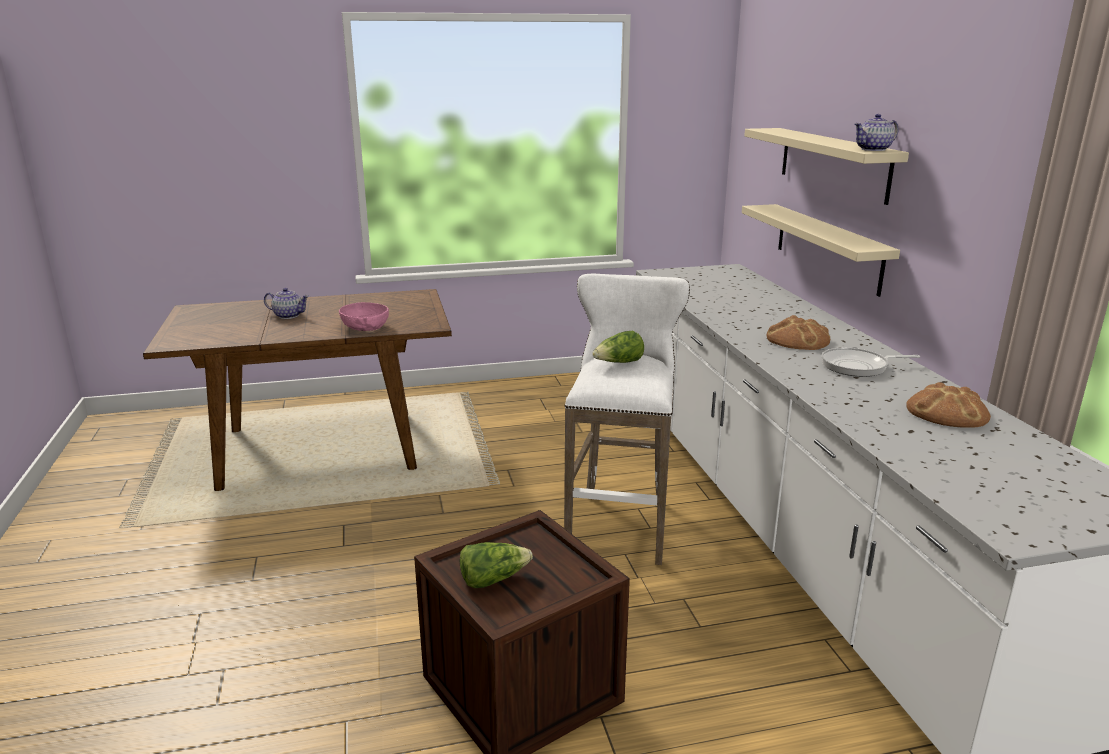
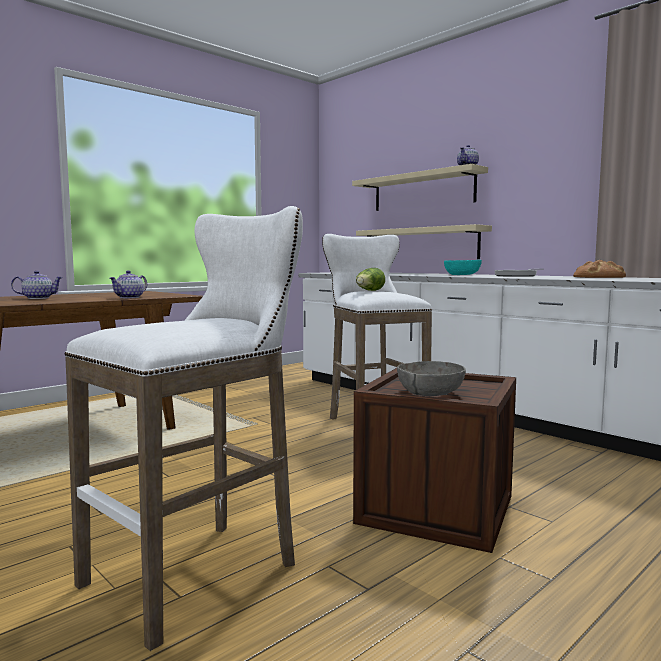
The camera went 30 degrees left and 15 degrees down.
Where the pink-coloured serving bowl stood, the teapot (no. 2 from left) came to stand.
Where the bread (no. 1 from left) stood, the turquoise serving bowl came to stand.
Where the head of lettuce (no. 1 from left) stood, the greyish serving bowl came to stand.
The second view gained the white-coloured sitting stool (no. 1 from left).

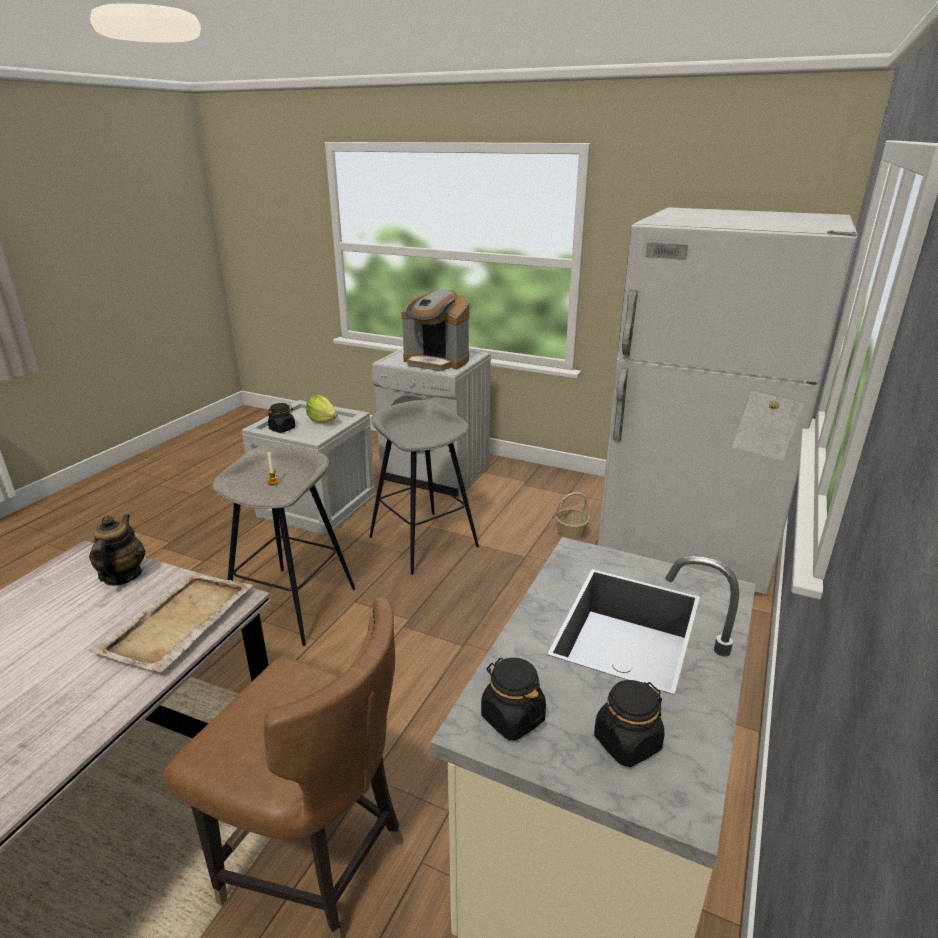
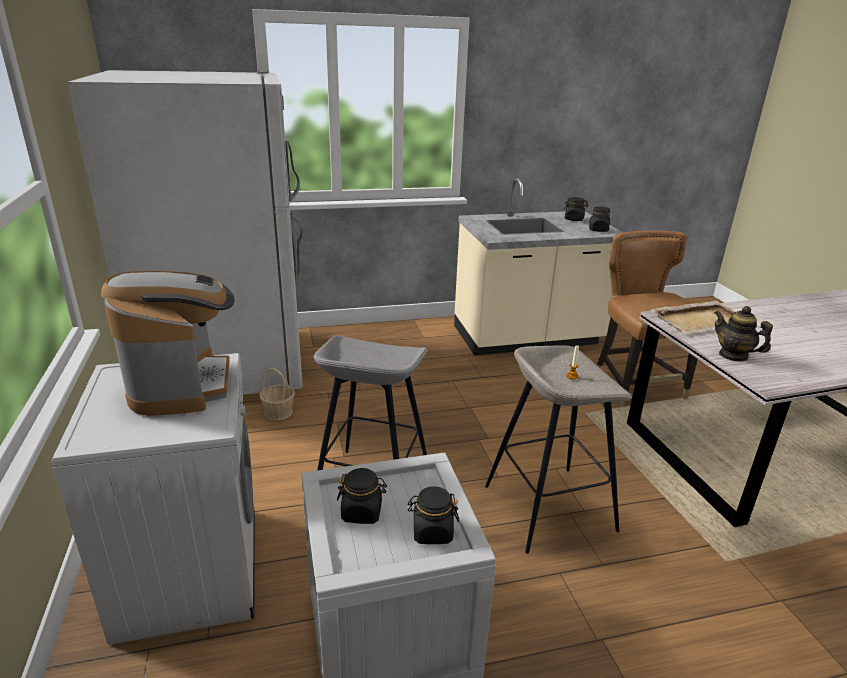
The camera went 130 degrees left and 0 degrees up.
Where the head of lettuce stood, the black-coloured preserve jar (no. 1 from left) came to stand.
The teapot ended up facing another way, 90 degrees clockwise from before.

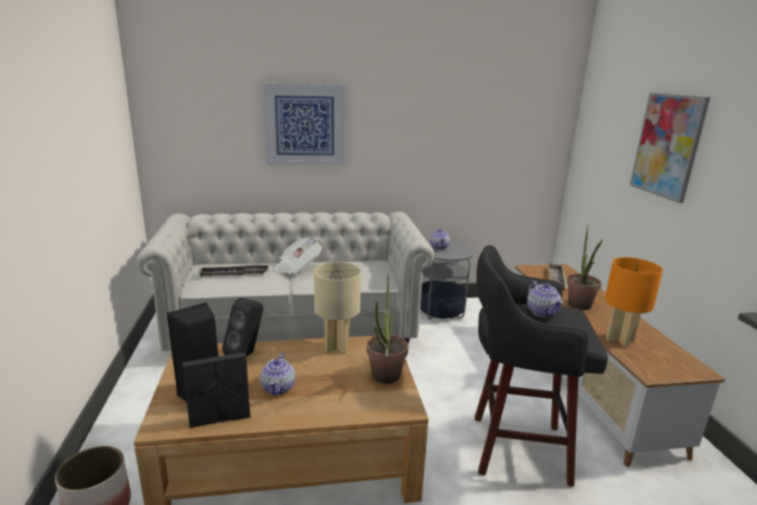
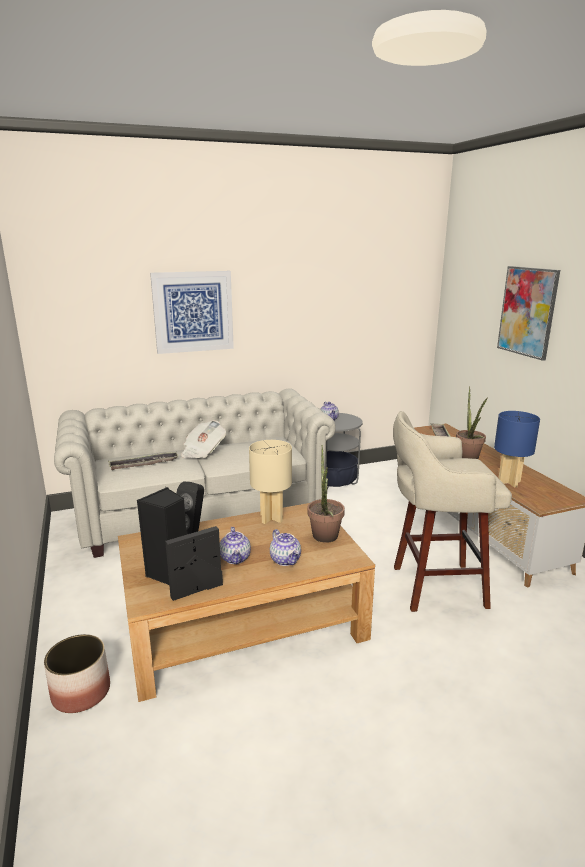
The camera went 10 degrees left and 0 degrees up.
What was the black-coloured sitting stool turned into the sand-coloured sitting stool.
What was the orange tabletop lamp turned into the blue-coloured tabletop lamp.
The teapot (no. 3 from left in the first image) ended up elsewhere.

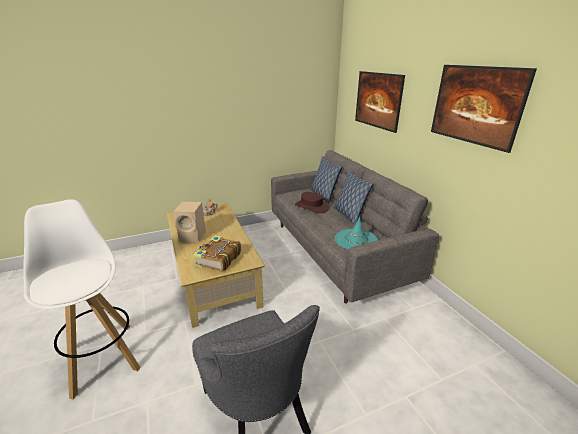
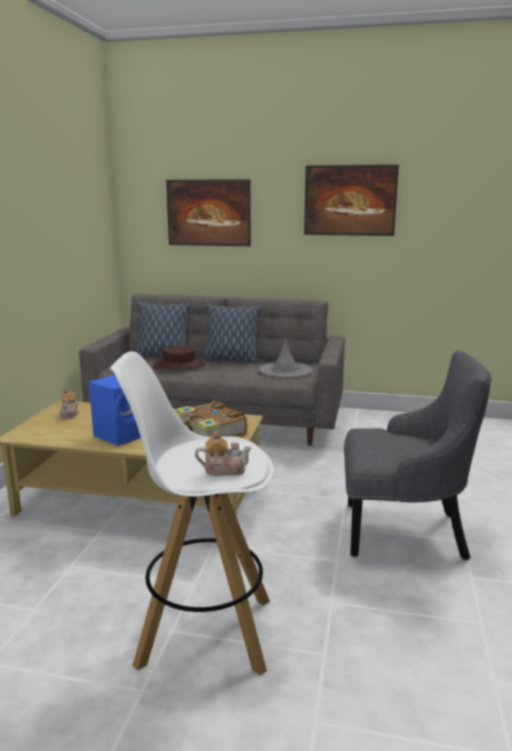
The camera went 55 degrees left and 10 degrees down.
What was the sand-coloured speaker turned into the blue-coloured speaker.
What was the turquoise clothing hat turned into the greyish clothing hat.
The second view gained the teapot (no. 2 from left).

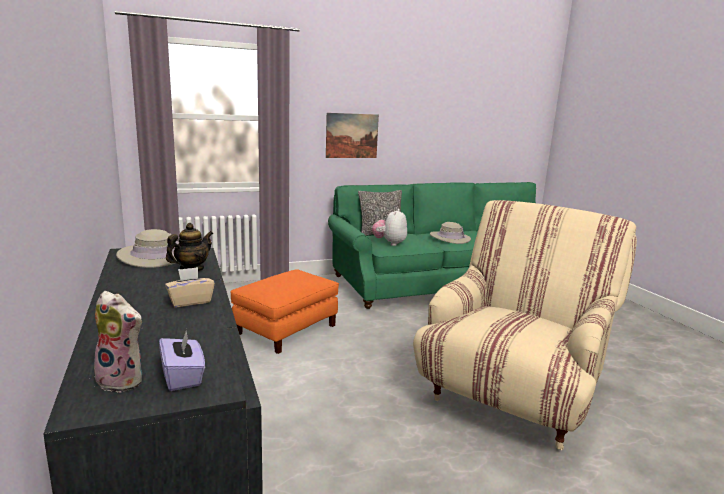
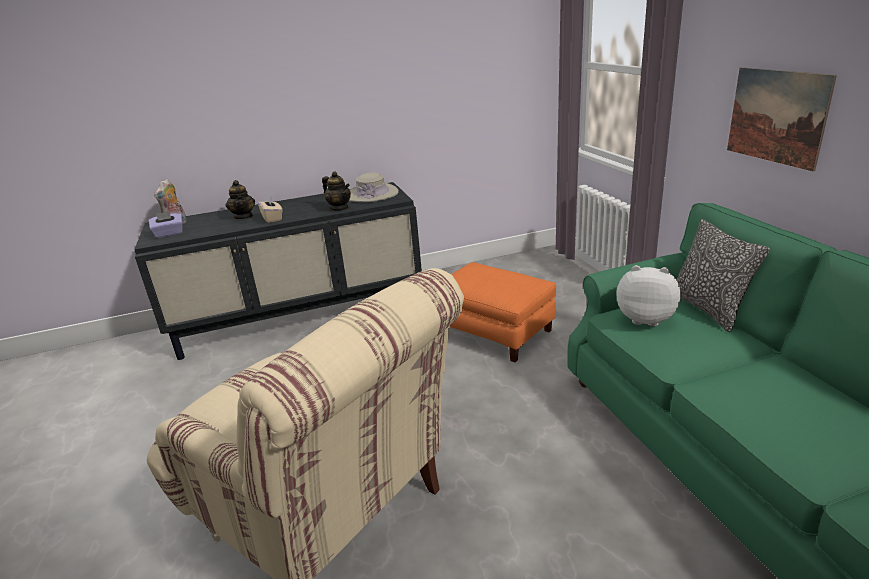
The camera went 95 degrees right and 10 degrees up.
The second view lost the sand-coloured clothing hat (no. 2 from left).
The second view gained the teapot (no. 1 from left).

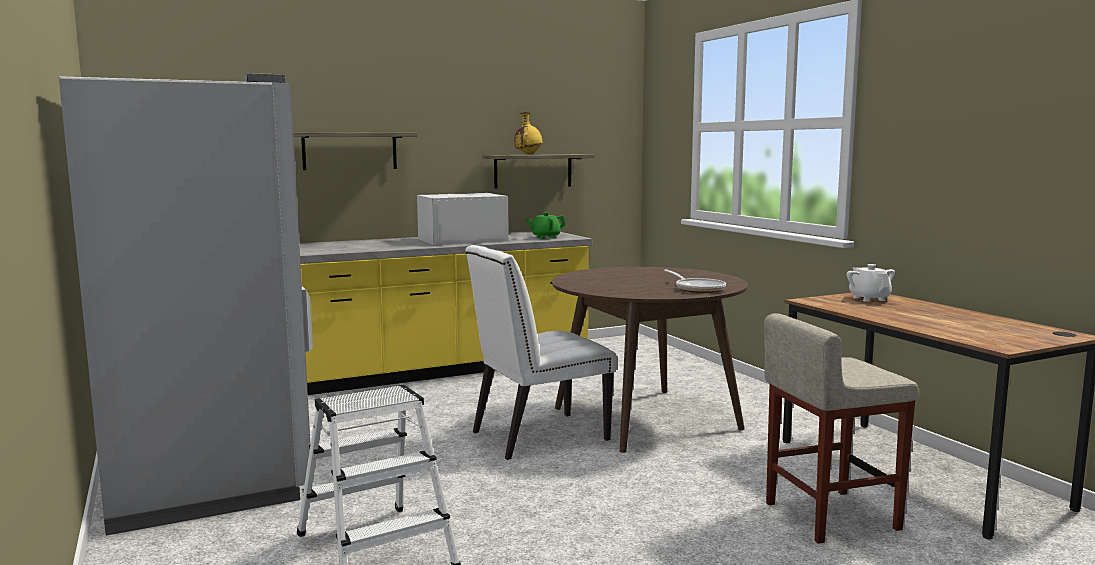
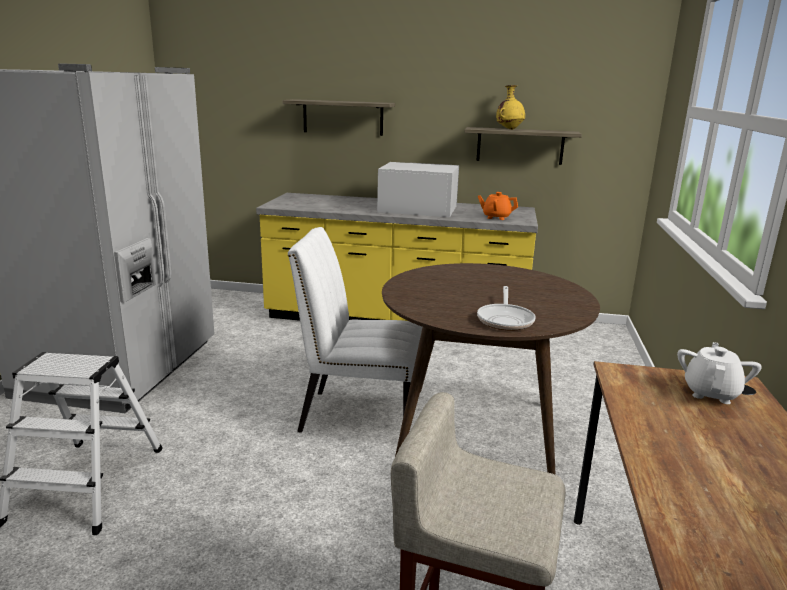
The camera went 35 degrees right and 10 degrees up.
What was the green teapot turned into the orange teapot.

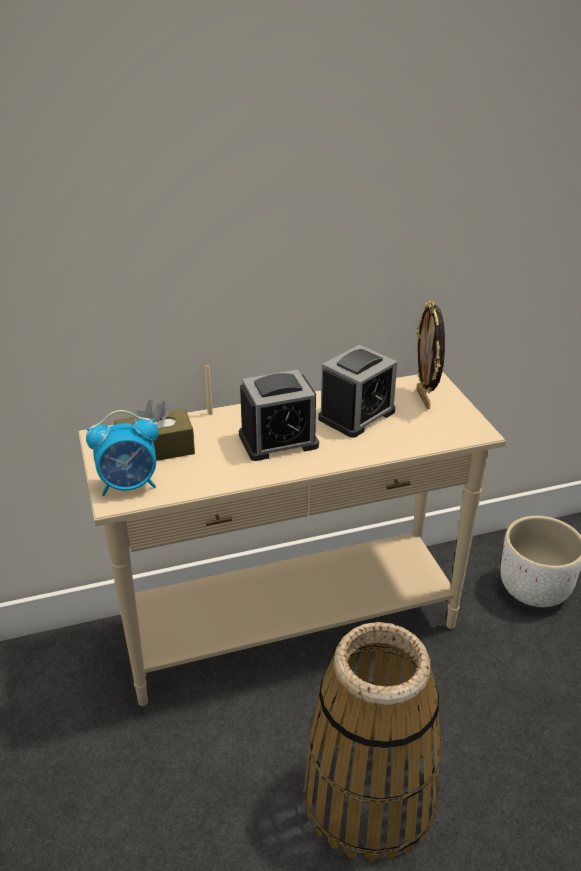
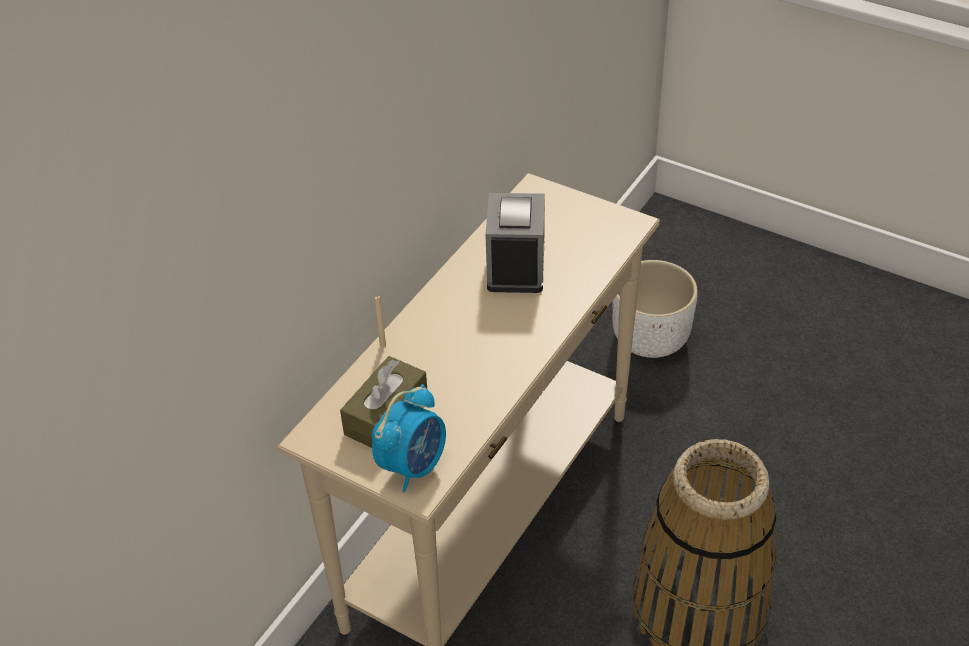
The camera went 40 degrees left and 10 degrees up.
The second view lost the photo frame.
The second view lost the table clock (no. 2 from left).

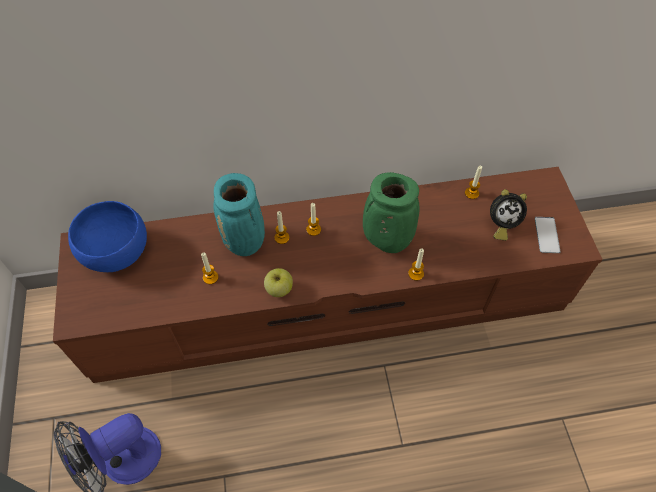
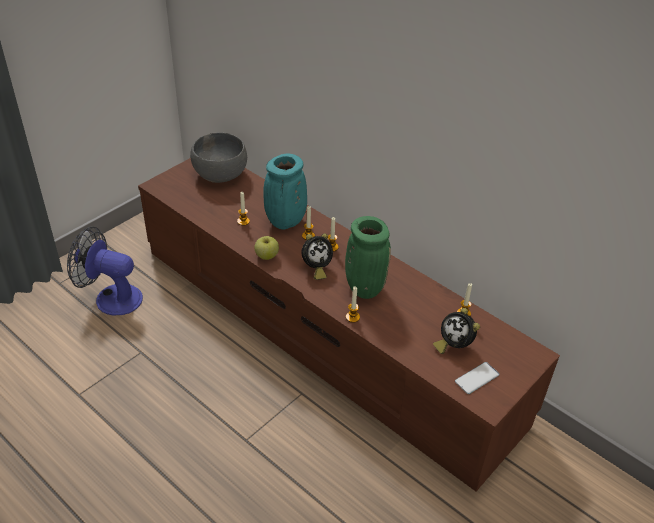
The camera went 50 degrees right and 15 degrees down.
What was the blue-coloured serving bowl turned into the greyish serving bowl.
The second view gained the table clock (no. 1 from left).

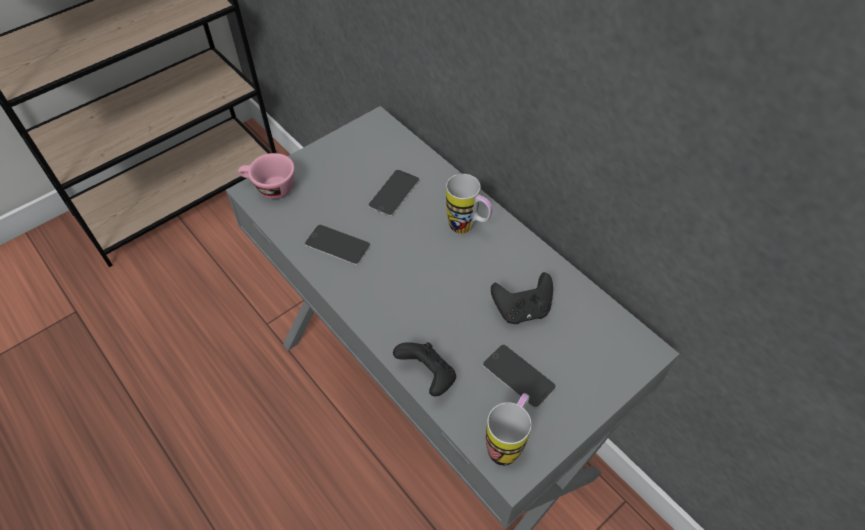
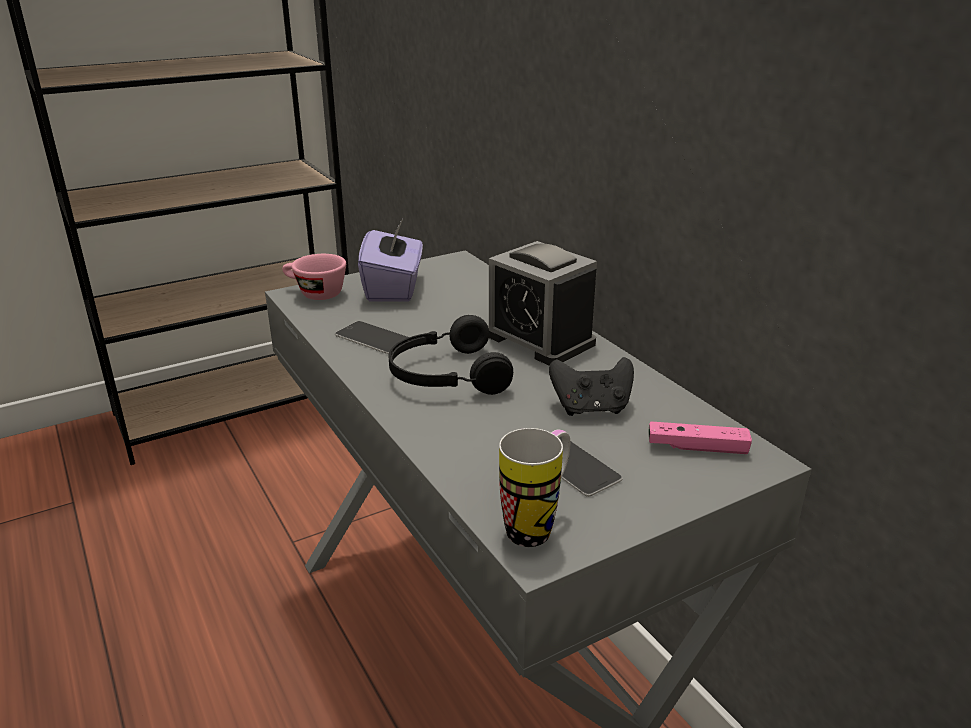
The camera went 10 degrees right and 25 degrees down.
The second view lost the handset (no. 2 from left).
Where the coffee mug (no. 1 from left) stood, the table clock came to stand.
The second view lost the black-coloured joypad (no. 1 from left).
The second view gained the purplish tissue holder.
The second view gained the black-coloured headphones.
The second view gained the pink-coloured joypad.

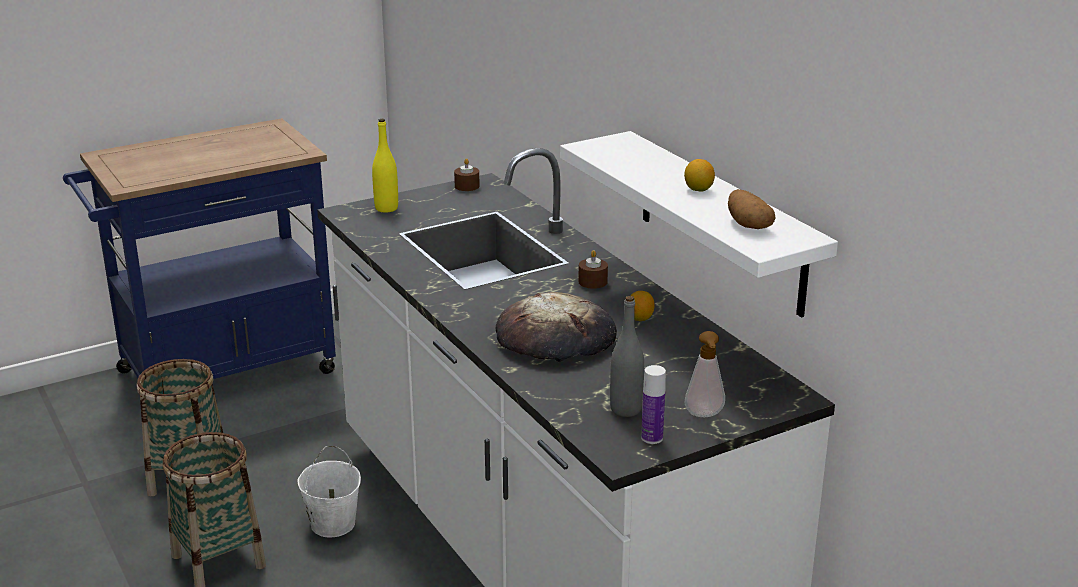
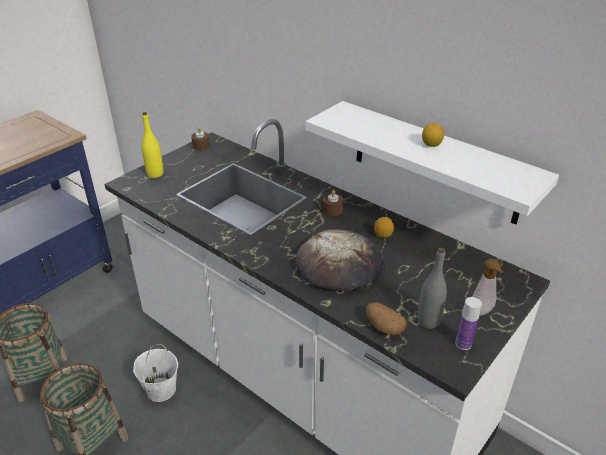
The camera went 20 degrees left and 10 degrees up.
The spud ended up elsewhere.

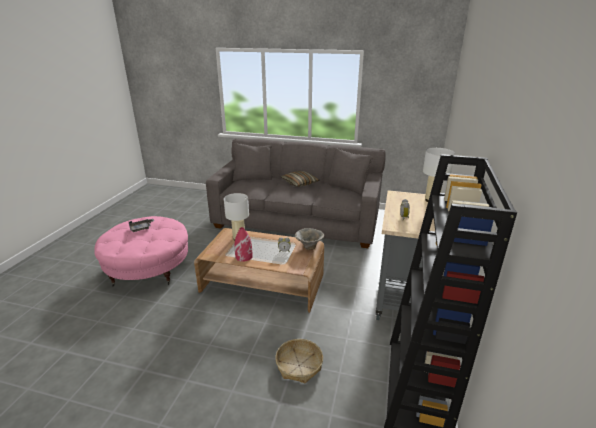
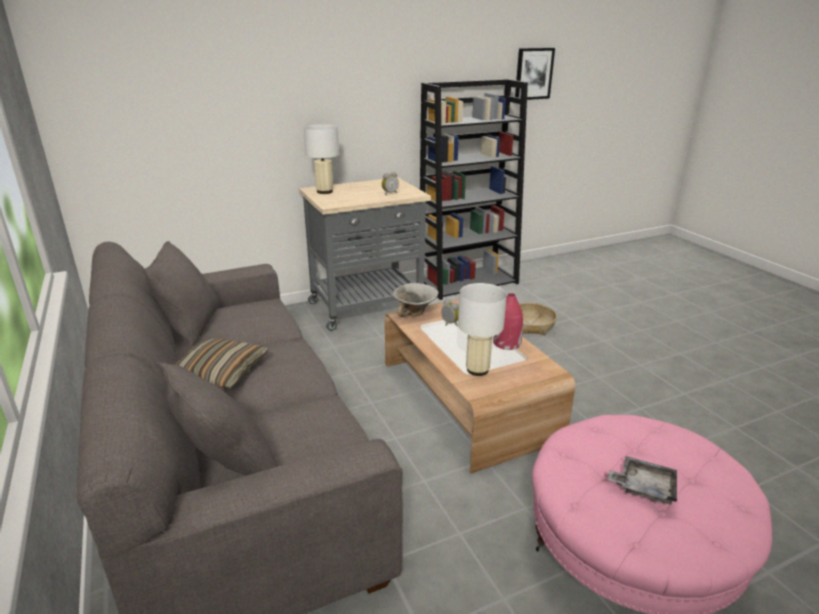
The camera went 130 degrees left and 0 degrees up.
The second view gained the wall picture.

